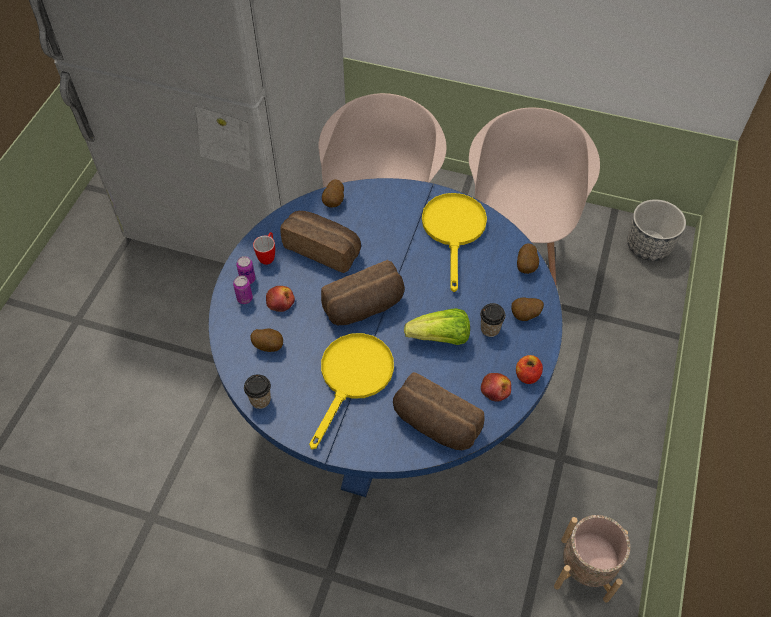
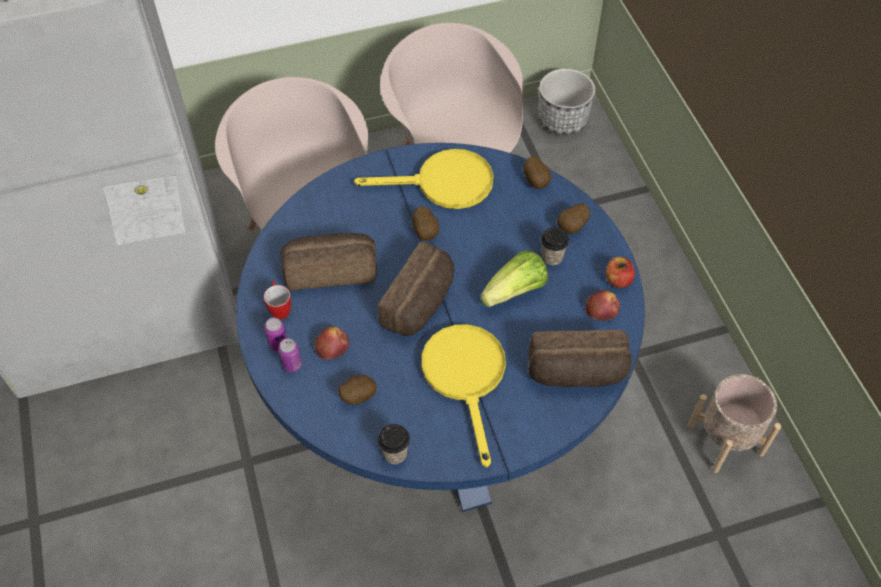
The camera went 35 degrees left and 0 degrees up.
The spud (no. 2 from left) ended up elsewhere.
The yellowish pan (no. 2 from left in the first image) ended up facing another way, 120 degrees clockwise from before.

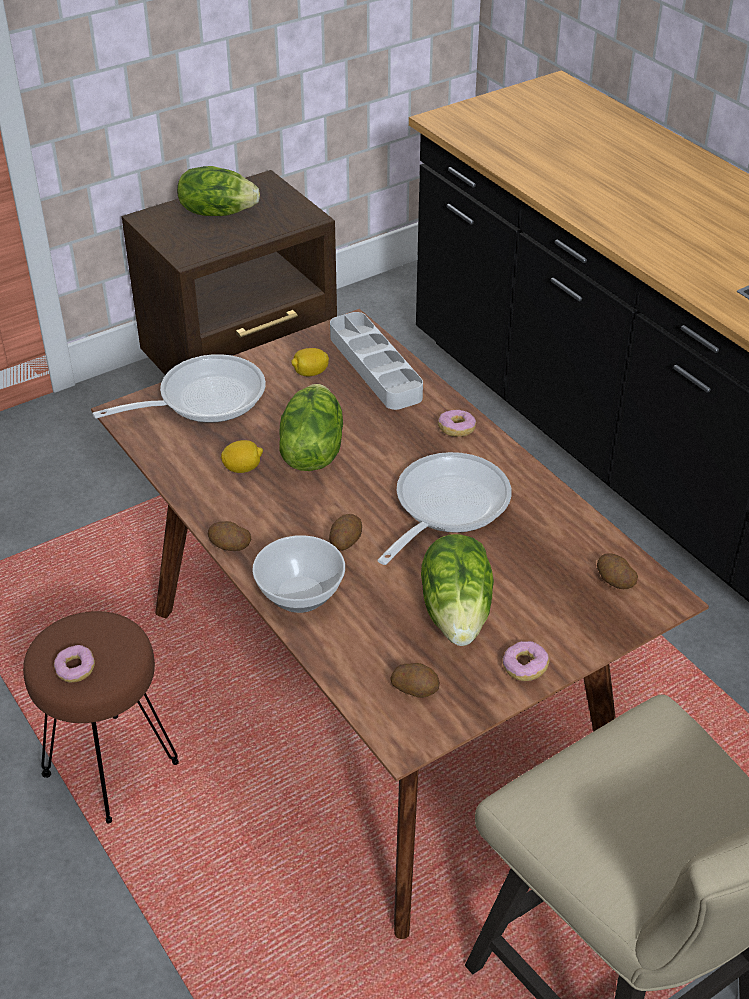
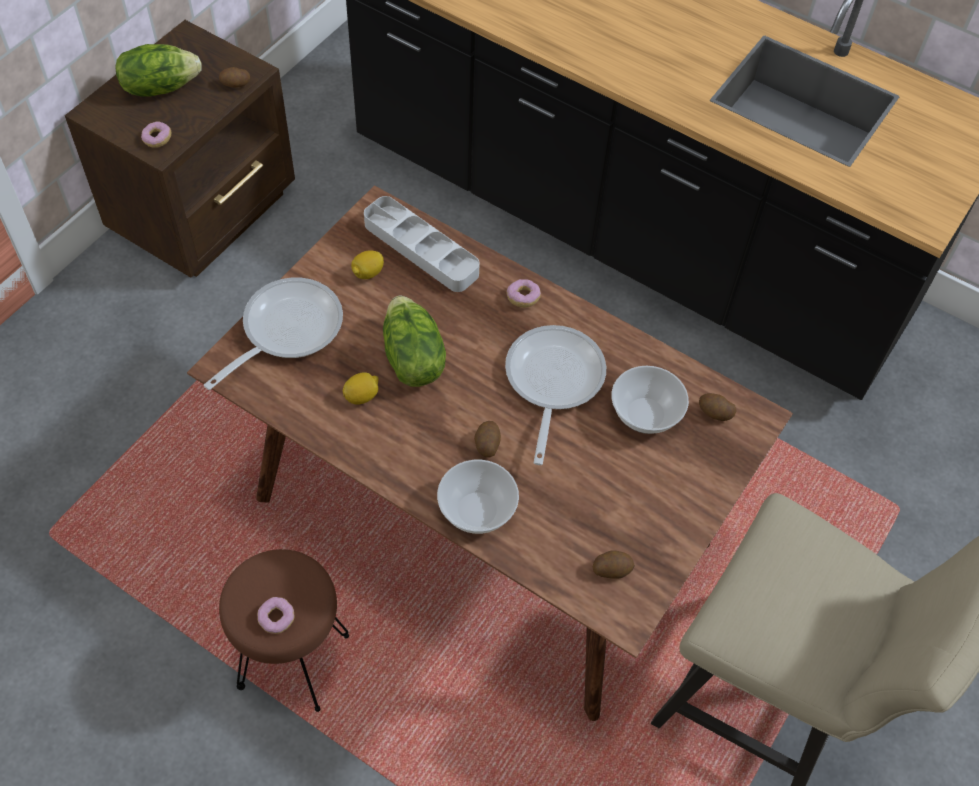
The camera went 25 degrees left and 15 degrees up.
The spud (no. 1 from left) ended up elsewhere.
The second view lost the head of lettuce (no. 3 from left).
The ring doughnut (no. 3 from left in the first image) ended up elsewhere.
The second view gained the serving bowl (no. 2 from left).

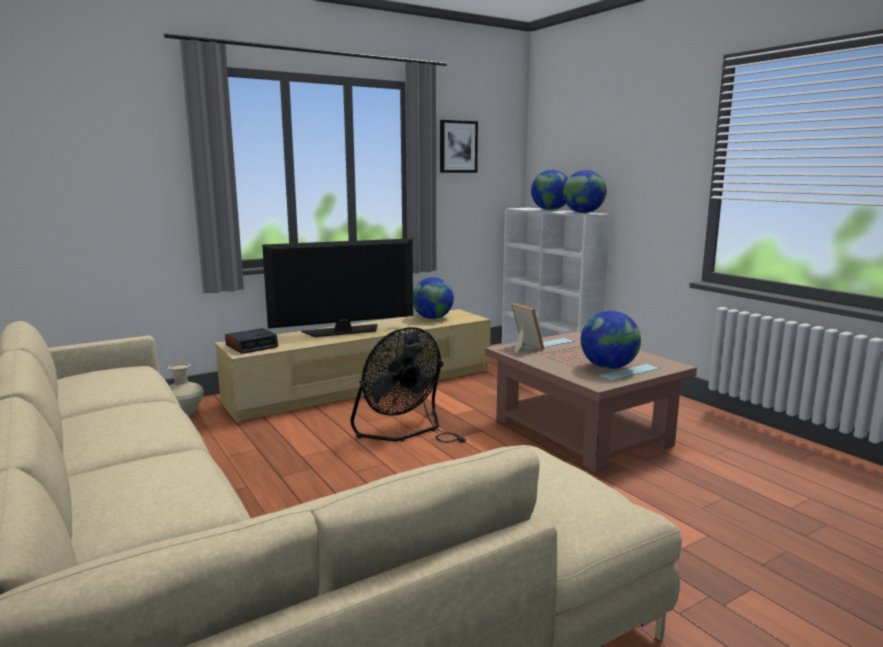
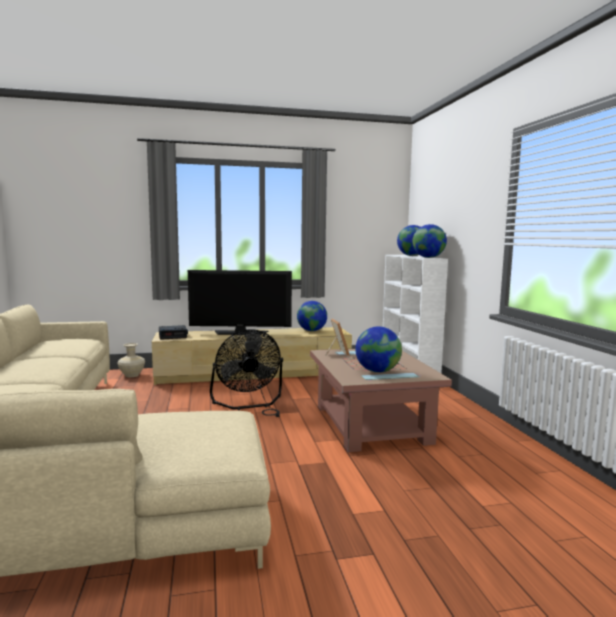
The camera went 20 degrees right and 5 degrees down.
The second view lost the wall picture.

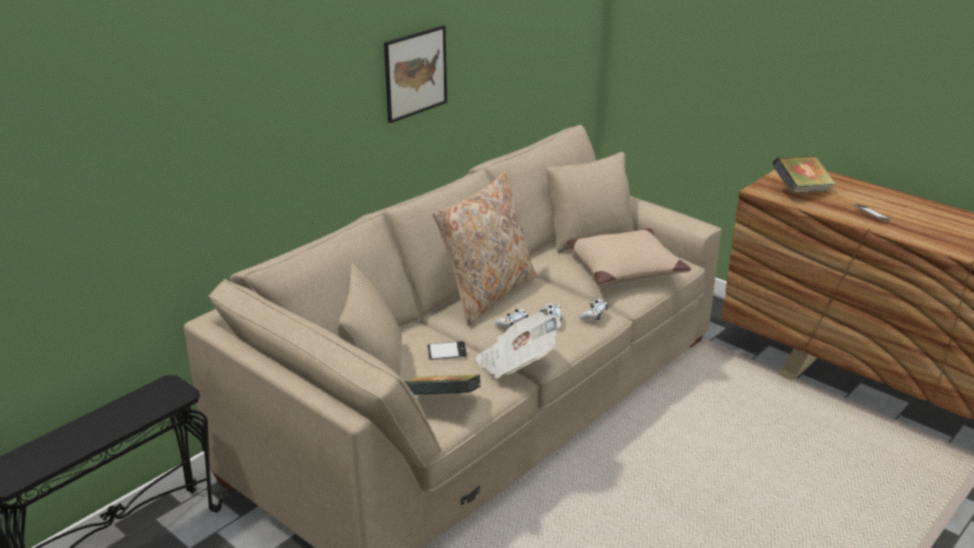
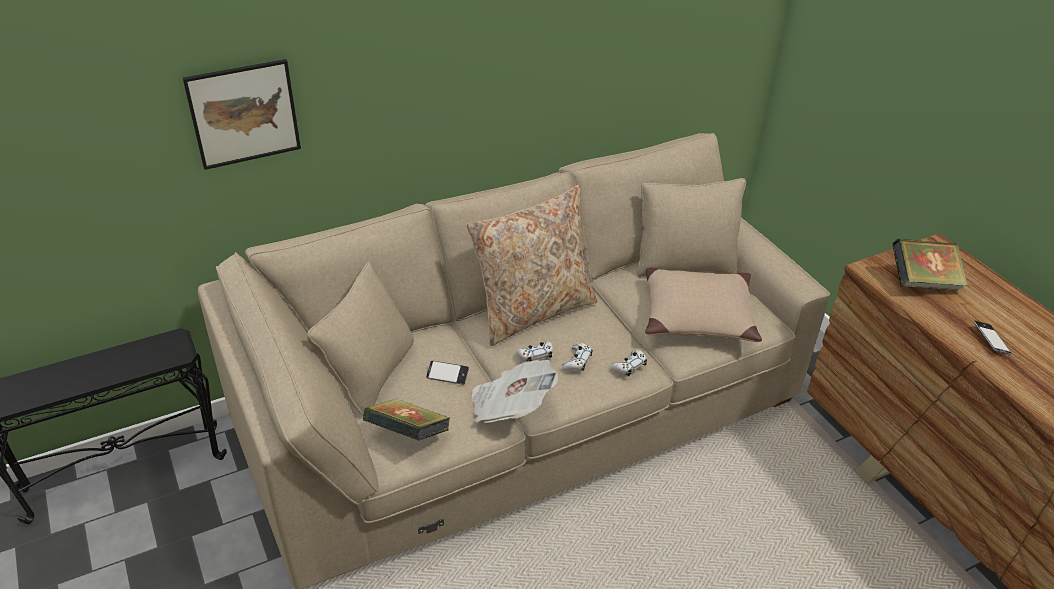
The camera went 20 degrees right and 10 degrees up.
The wall picture ended up elsewhere.

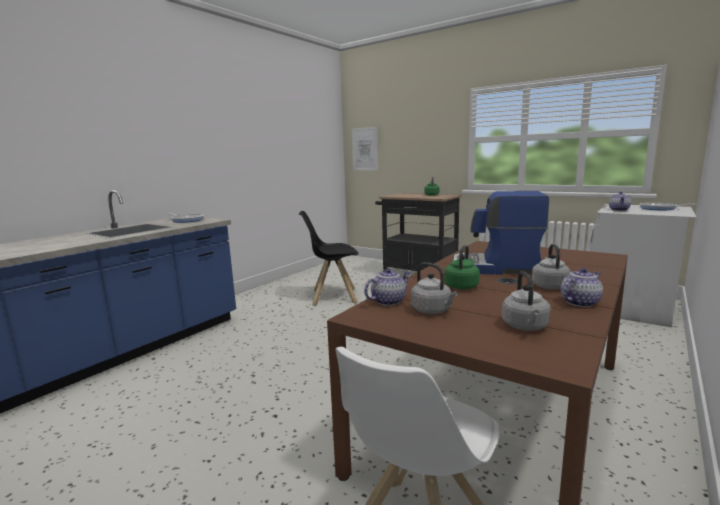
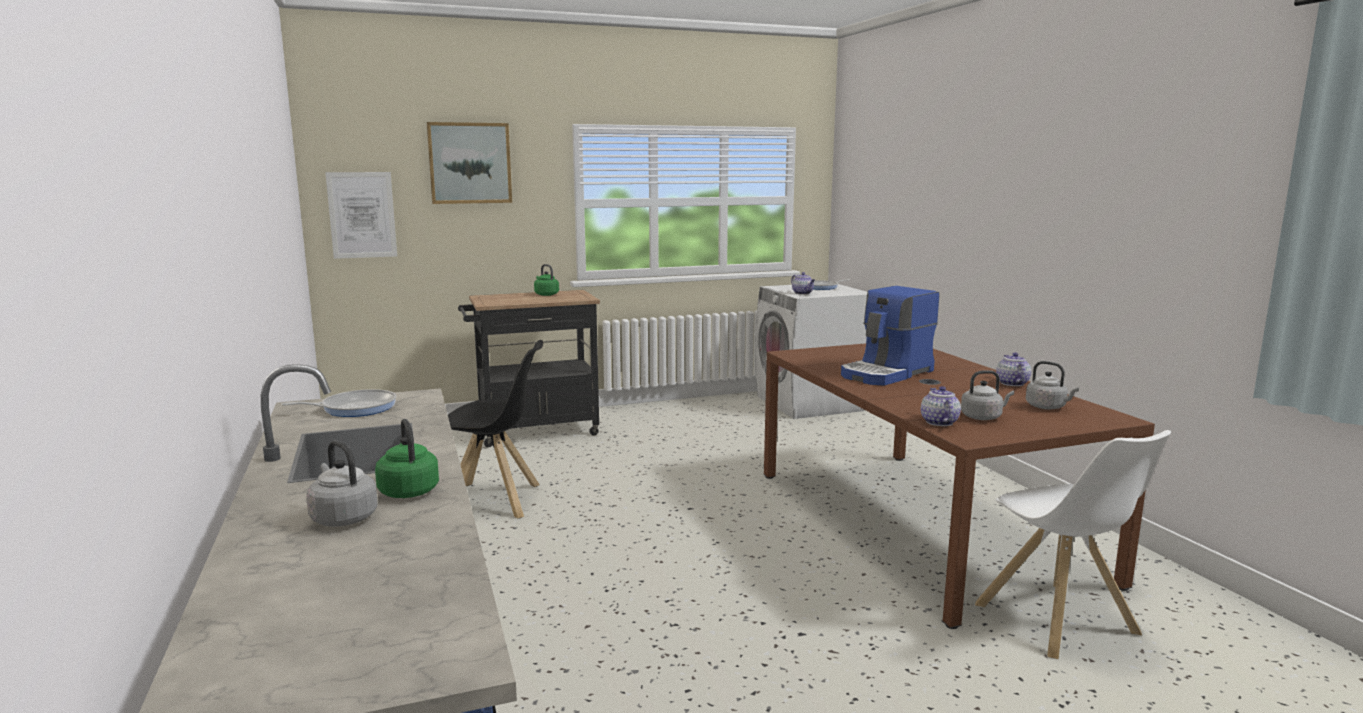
The camera went 55 degrees left and 0 degrees up.
The black-coloured chair ended up facing another way, 120 degrees counterclockwise from before.
The greyish water kettle (no. 3 from left in the first image) ended up elsewhere.
The green water kettle (no. 2 from left in the first image) ended up elsewhere.
The second view gained the wall picture (no. 2 from left).

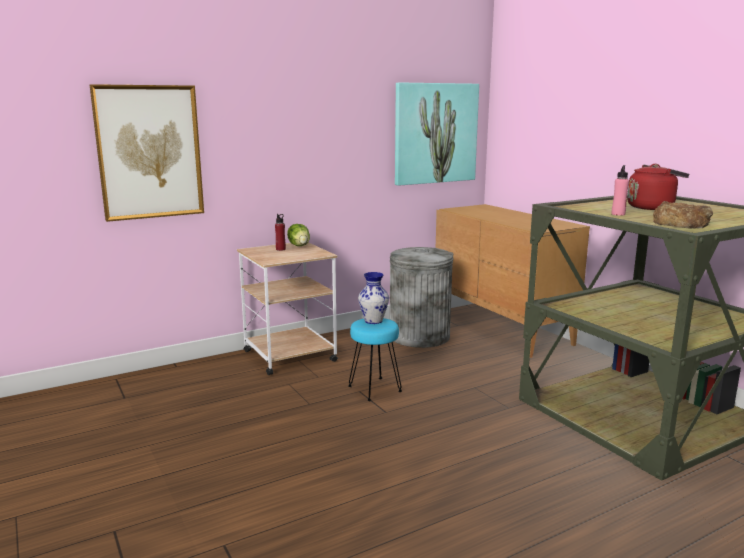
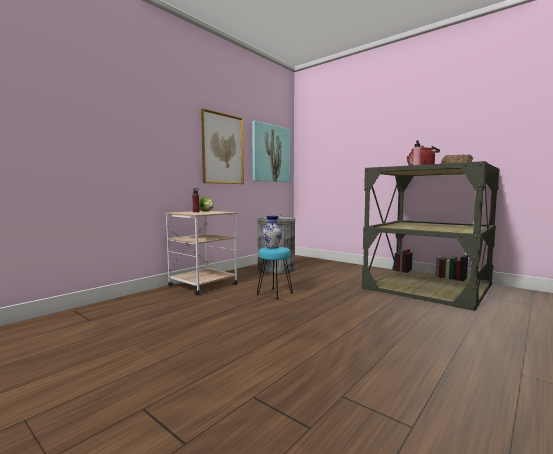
The camera went 20 degrees left and 10 degrees down.
The wall picture (no. 1 from left) ended up elsewhere.
The second view lost the brownish cupboard.

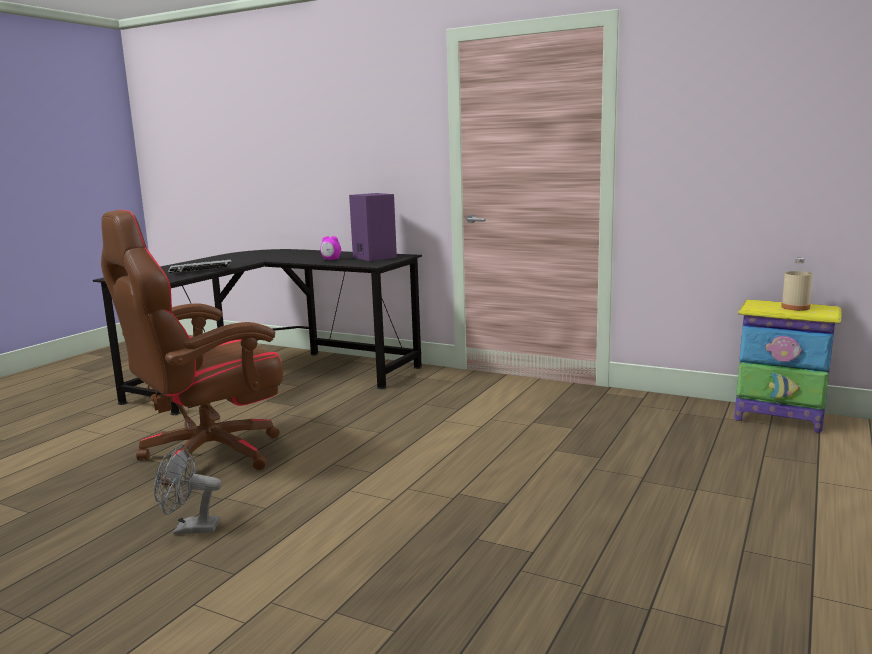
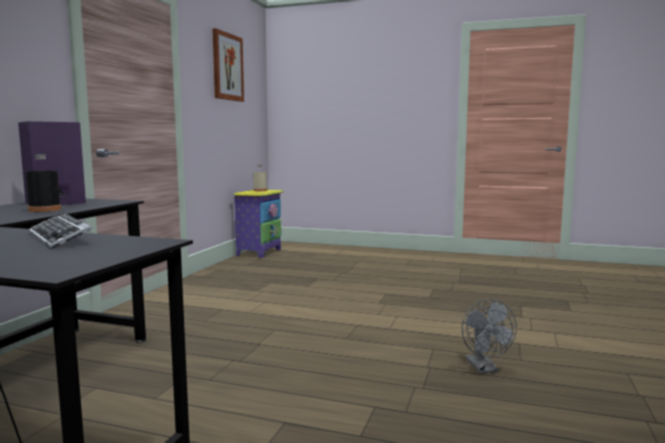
The camera went 100 degrees left and 5 degrees down.
The second view lost the brownish computer chair.
Where the table clock stood, the black-coloured drink bottle came to stand.
The second view gained the wall picture.

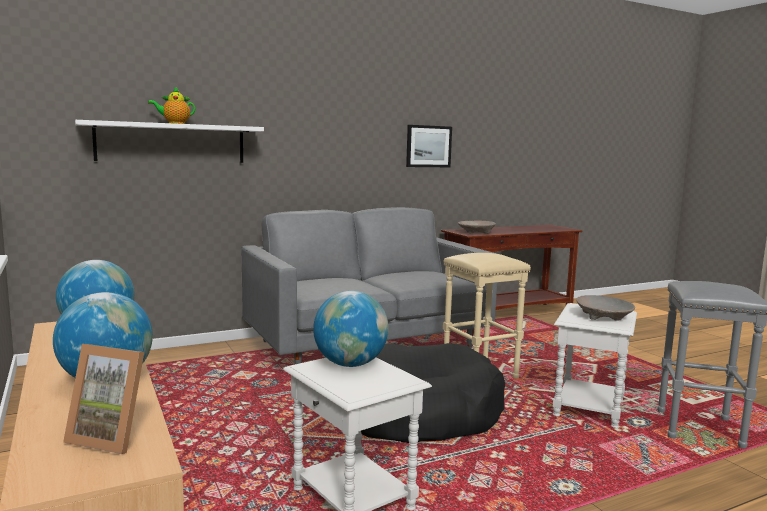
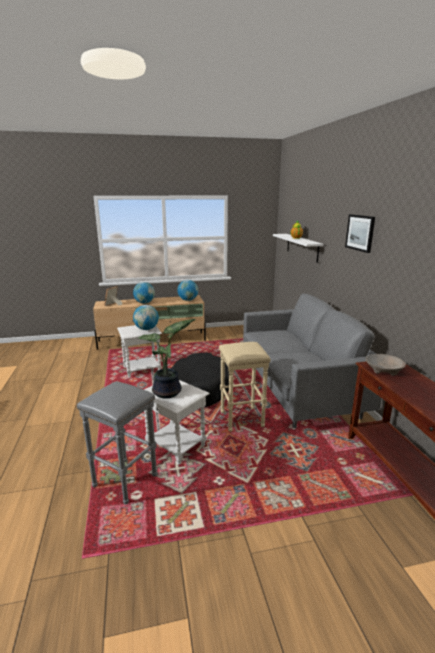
The camera went 105 degrees right and 10 degrees up.
The wall picture ended up elsewhere.
Where the sand-coloured serving bowl (no. 2 from left) stood, the plant in a pot came to stand.

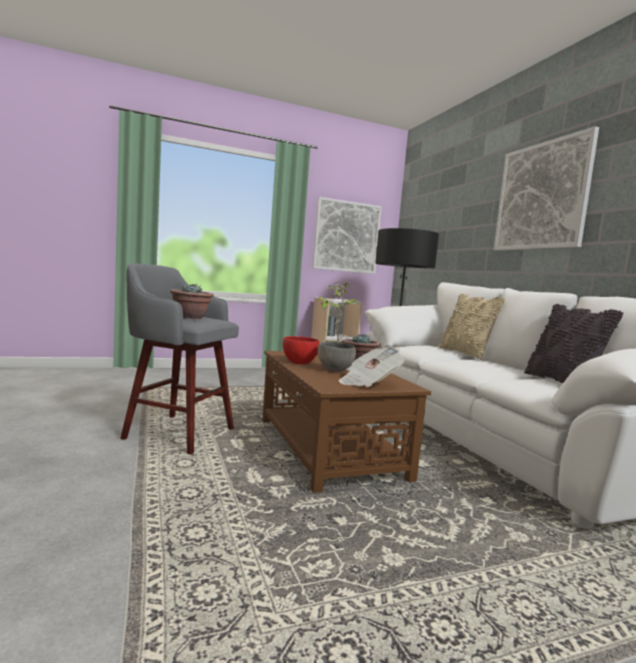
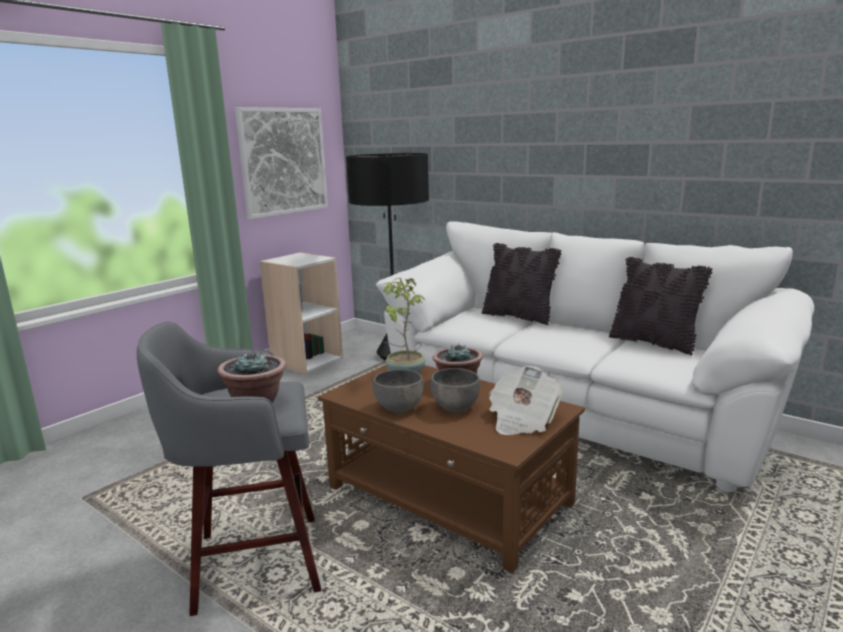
The camera went 30 degrees left and 10 degrees up.
The second view lost the wall picture (no. 2 from left).
What was the sand-coloured cushion turned into the black-coloured cushion (no. 1 from left).
What was the reddish serving bowl turned into the greyish serving bowl (no. 1 from left).

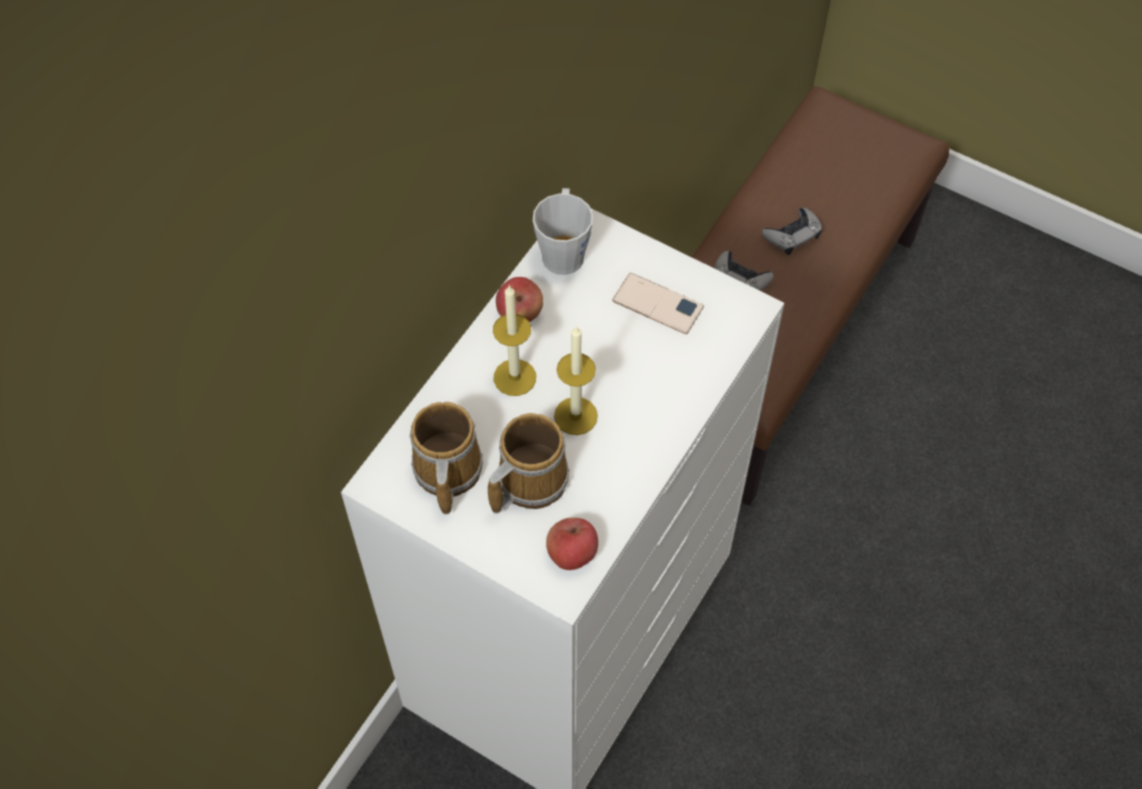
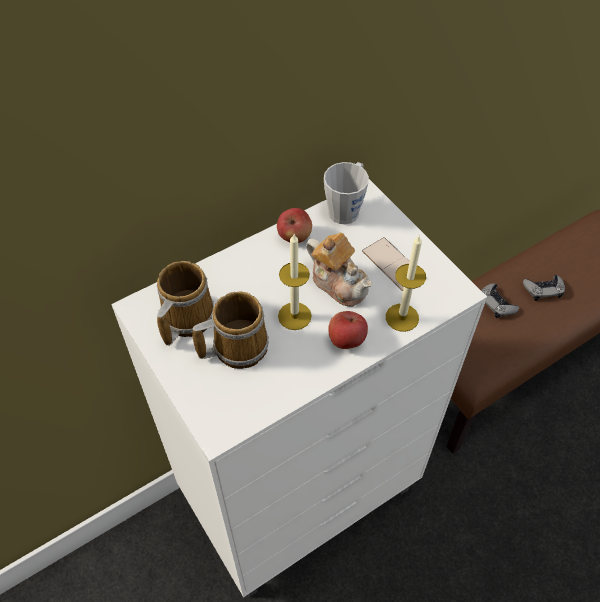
The camera went 25 degrees right and 5 degrees down.
The wax candle (no. 1 from left in the first image) ended up elsewhere.
The apple fruit (no. 2 from left) ended up elsewhere.
The second view gained the teapot.

